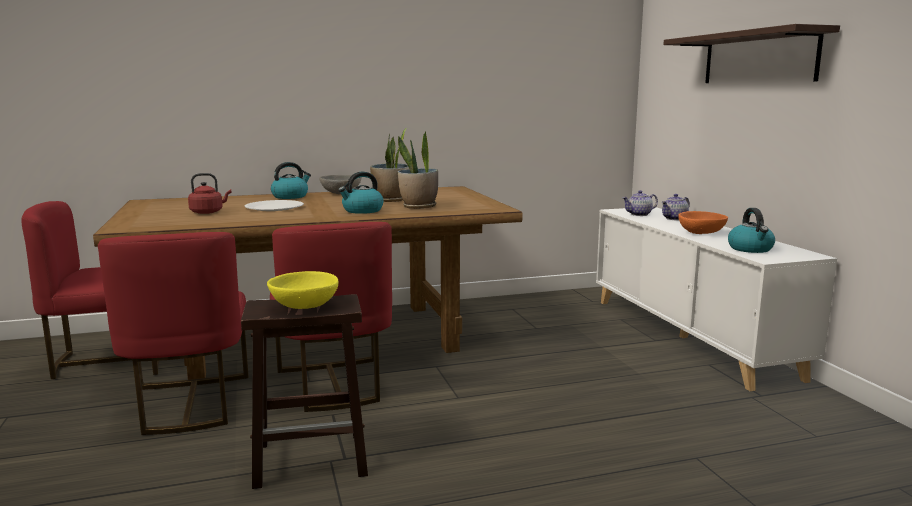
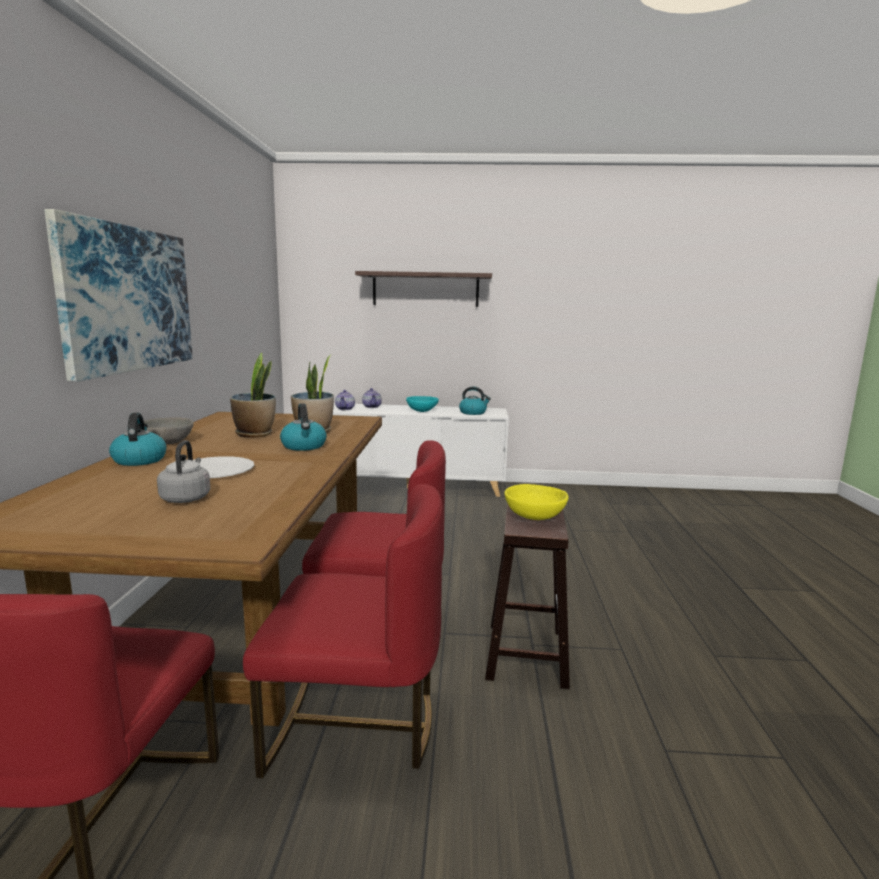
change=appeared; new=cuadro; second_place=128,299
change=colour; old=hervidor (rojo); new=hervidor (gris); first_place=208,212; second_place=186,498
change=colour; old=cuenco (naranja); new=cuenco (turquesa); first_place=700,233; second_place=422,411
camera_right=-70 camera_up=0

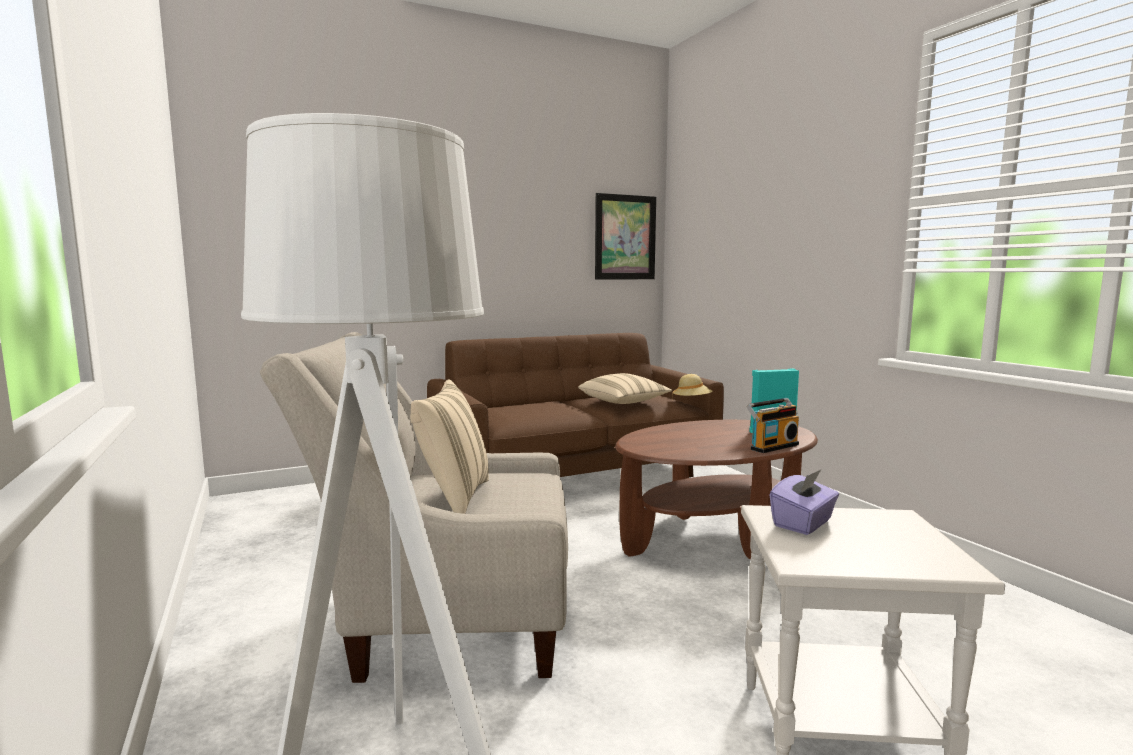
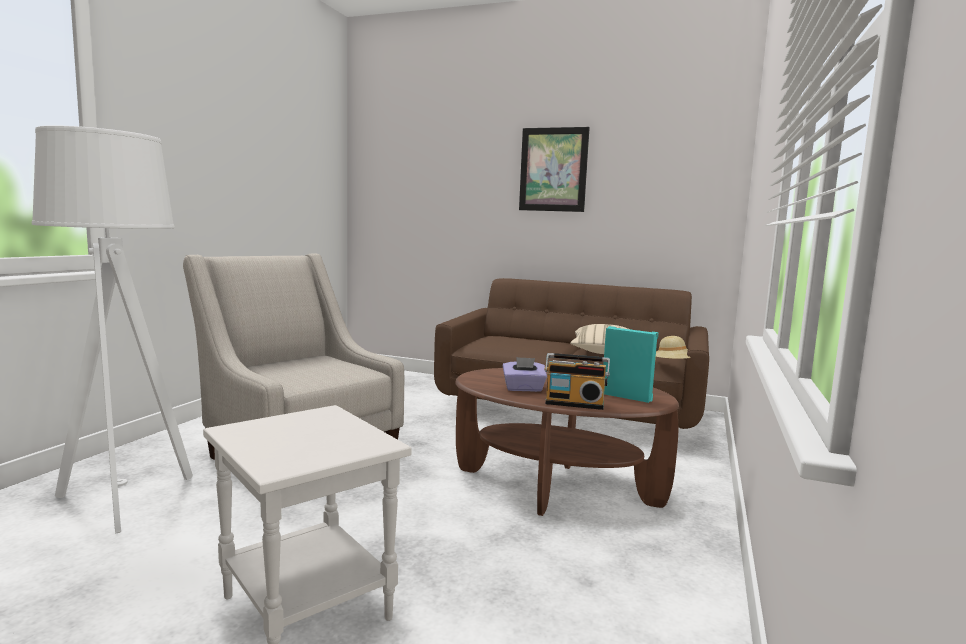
change=relocated; old=caja de pañuelos (morado); first_place=803,523; second_place=523,389
change=relocated; old=cuadro; first_place=625,237; second_place=553,169
change=missing; old=cojín (beis); first_place=453,498
camera_right=45 camera_up=0

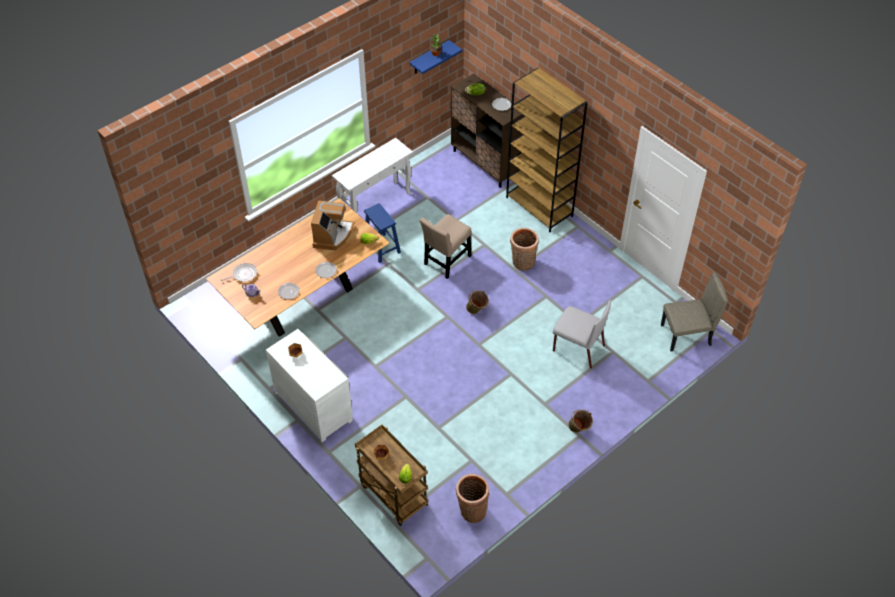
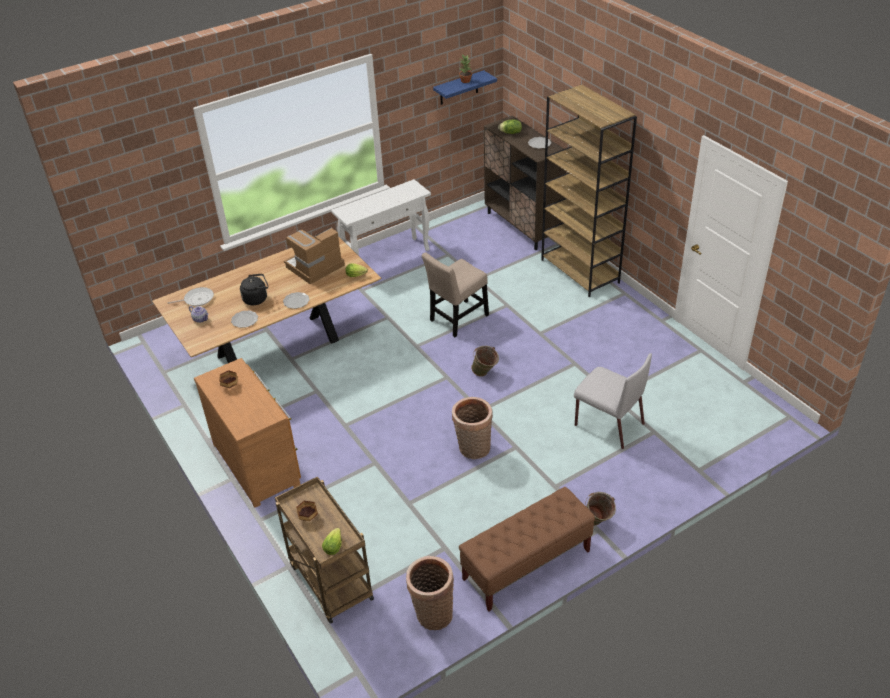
change=colour; old=cómoda (blanco); new=cómoda (marrón); first_place=314,404; second_place=258,462
change=appeared; new=hervidor (negro); second_place=257,299
change=spun; old=cafetera; first_place=332,235; second_place=314,267; degrees=-150
change=relocated; old=cesta; first_place=522,263; second_place=473,449
change=appeared; new=banco (marrón); second_place=526,565
change=missing; old=taburete (azul); first_place=382,248
change=missing; old=silla (beis); first_place=686,335
camera_right=10 camera_up=-10

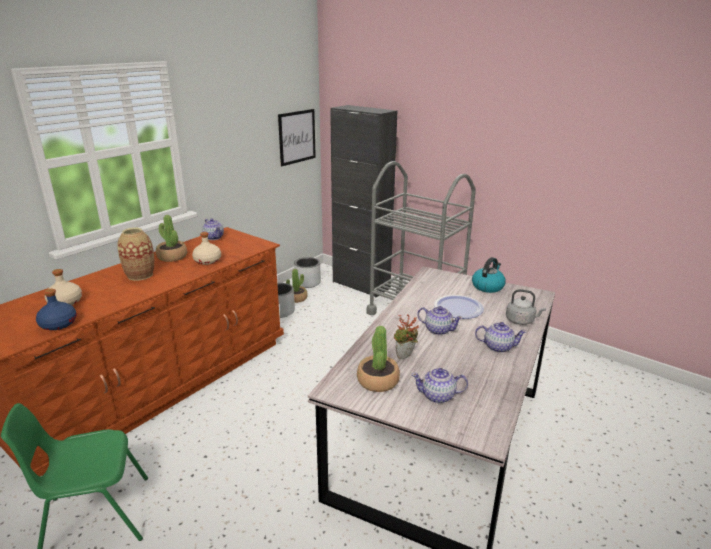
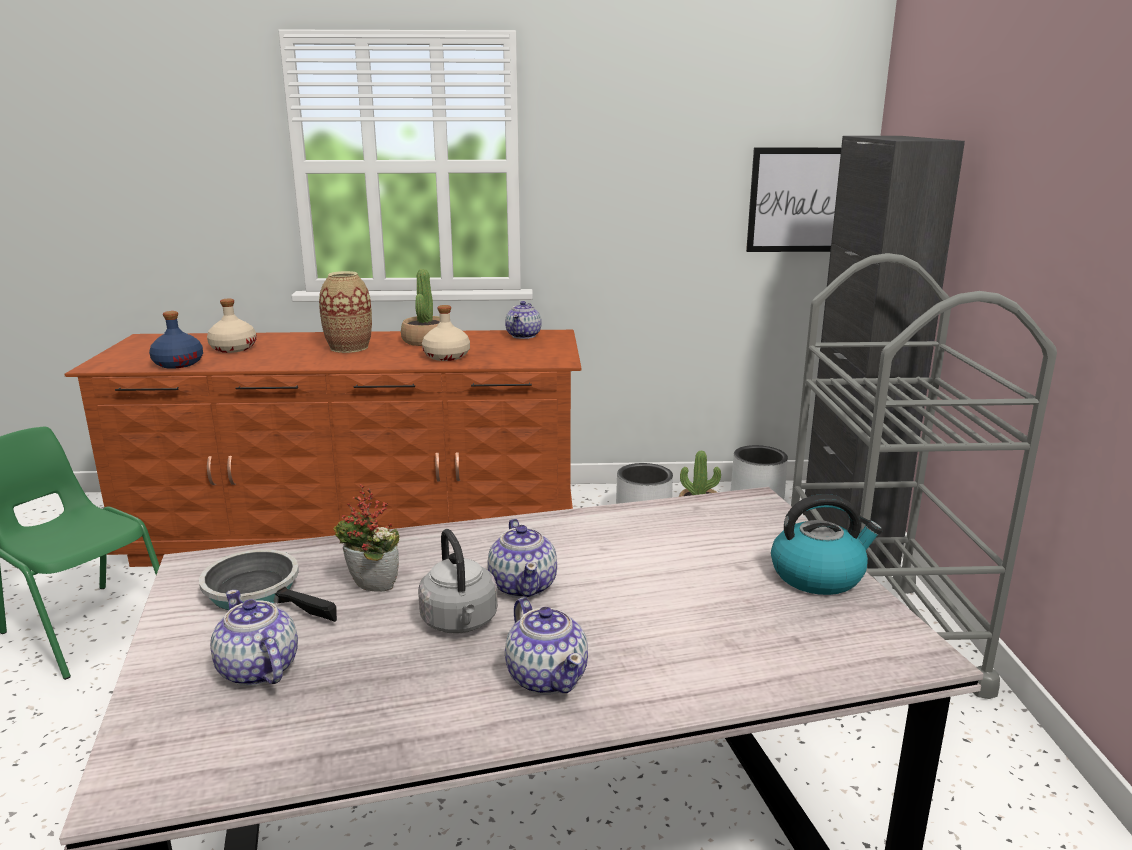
change=exchanged; old=planta en maceta; new=sartén; first_place=377,381; second_place=259,593
change=relocated; old=hervidor (gris); first_place=521,321; second_place=460,622
change=missing; old=plato; first_place=458,308
camera_right=50 camera_up=-5

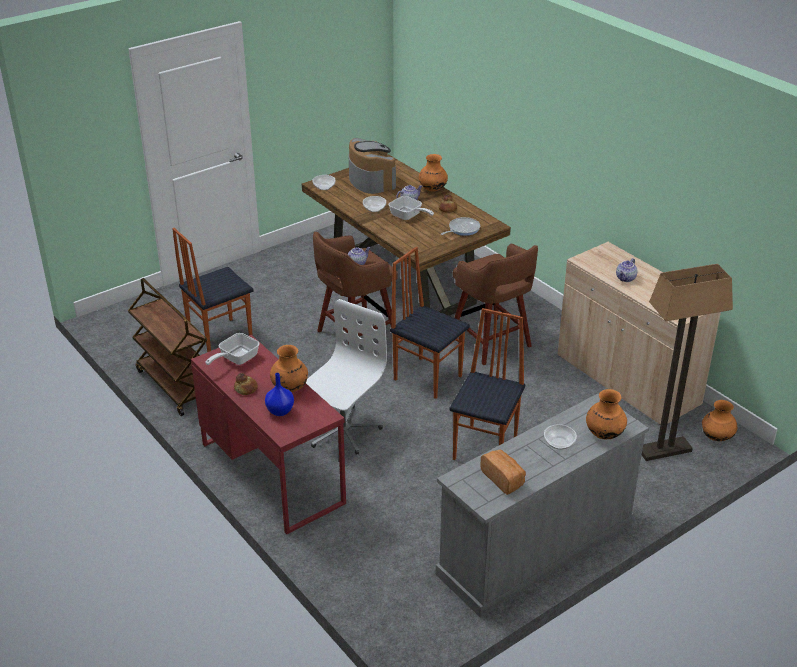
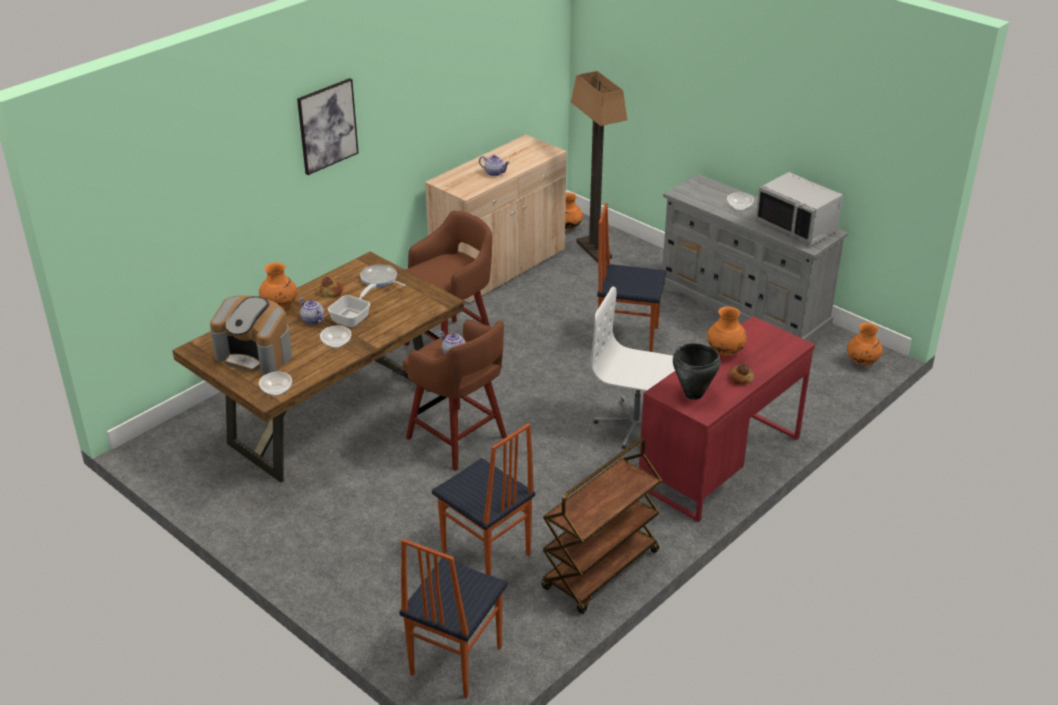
change=spun; old=cafetera; first_place=371,180; second_place=255,355; degrees=-120
change=appeared; new=cuadro; second_place=327,126
change=relocated; old=silla; first_place=428,377; second_place=454,661
change=exchanged; old=sartén; new=olla (negro); first_place=235,359; second_place=693,394
change=exchanged; old=pan; new=microondas (gris); first_place=503,479; second_place=797,227
change=relocated; old=florero (naranja); first_place=604,434; second_place=862,362
change=missing; old=florero (azul); first_place=280,411
camera_right=-100 camera_up=0

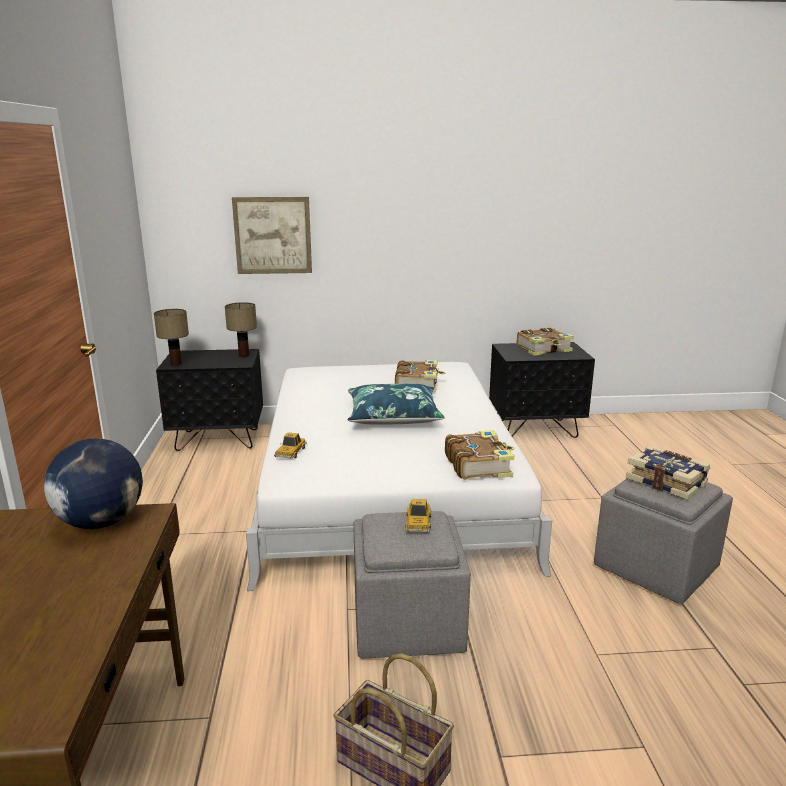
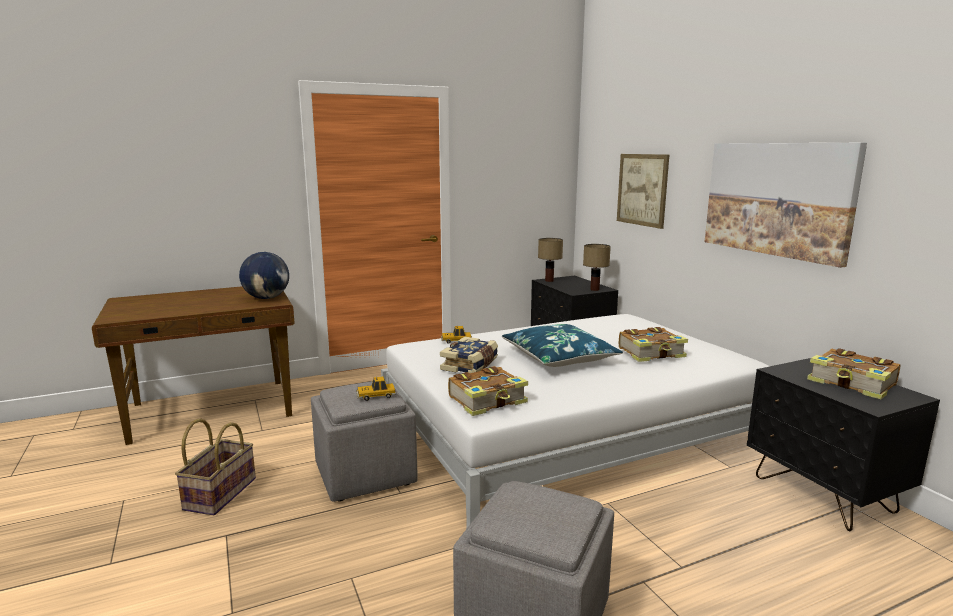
change=relocated; old=libro; first_place=666,482; second_place=470,365
change=appeared; new=cuadro; second_place=777,199
camera_right=70 camera_up=-5

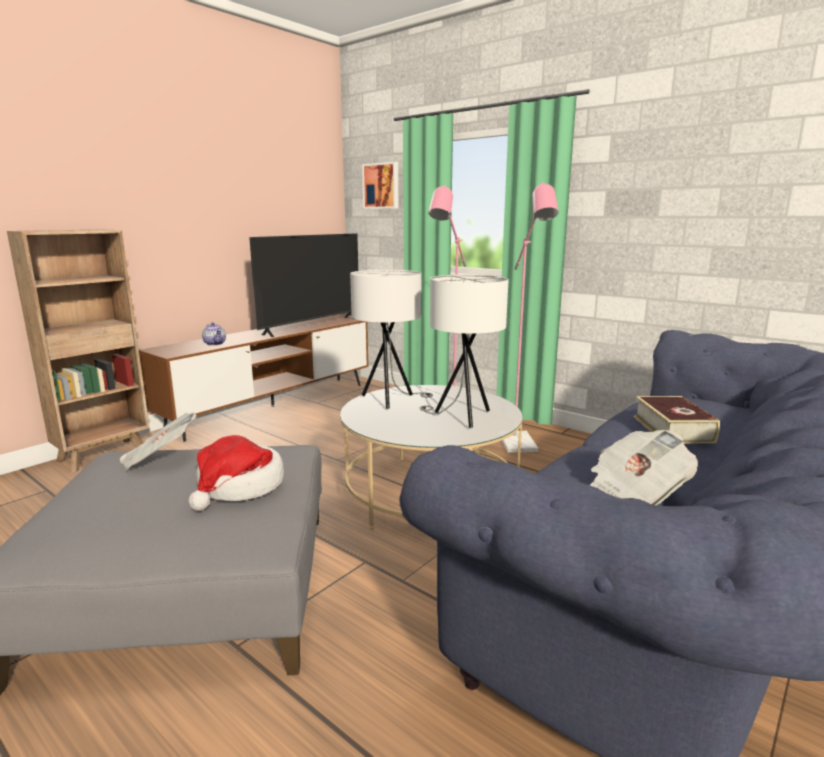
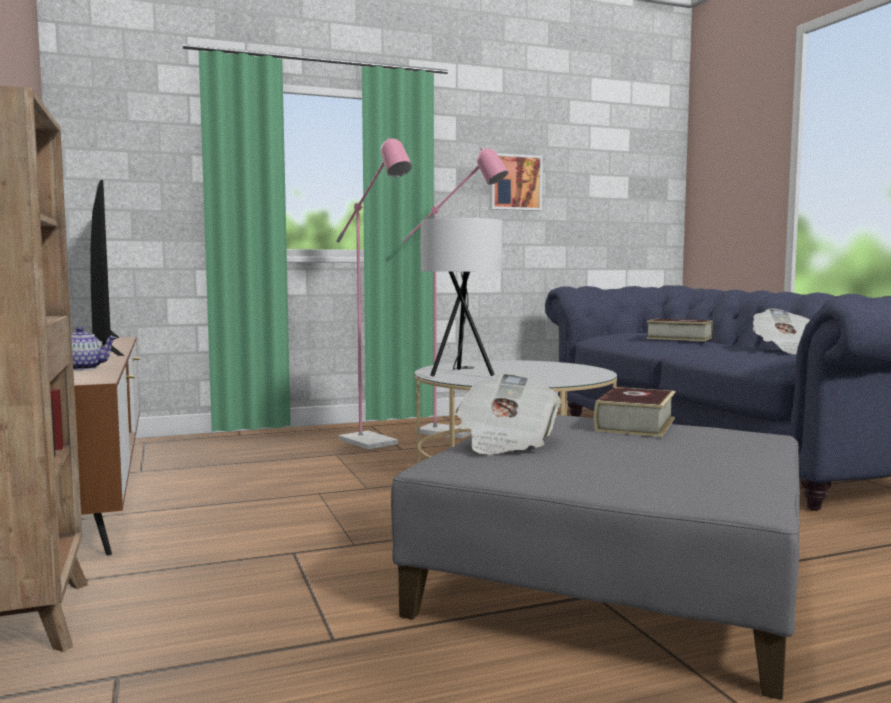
change=relocated; old=cuadro; first_place=381,186; second_place=514,182
change=exchanged; old=sombrero; new=libro; first_place=239,487; second_place=635,424
change=missing; old=lámpara de mesa (blanco); first_place=461,417
camera_right=-60 camera_up=-10

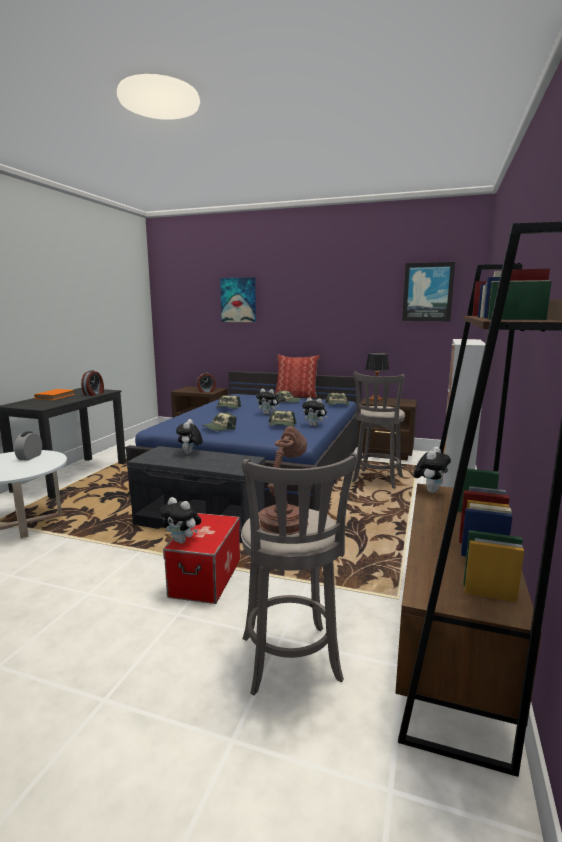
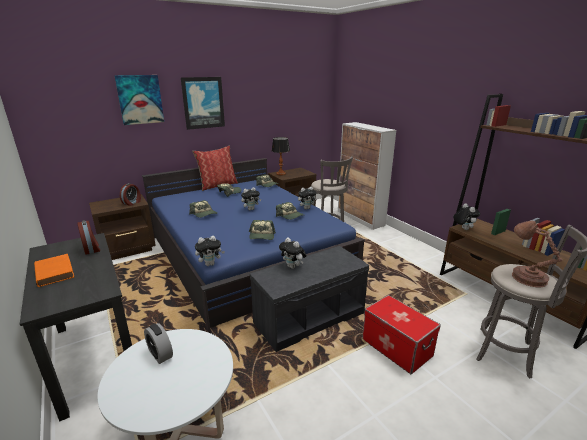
change=relocated; old=cuadro; first_place=428,292; second_place=203,103
change=relocated; old=peluche; first_place=182,541; second_place=210,264
camera_right=-50 camera_up=10

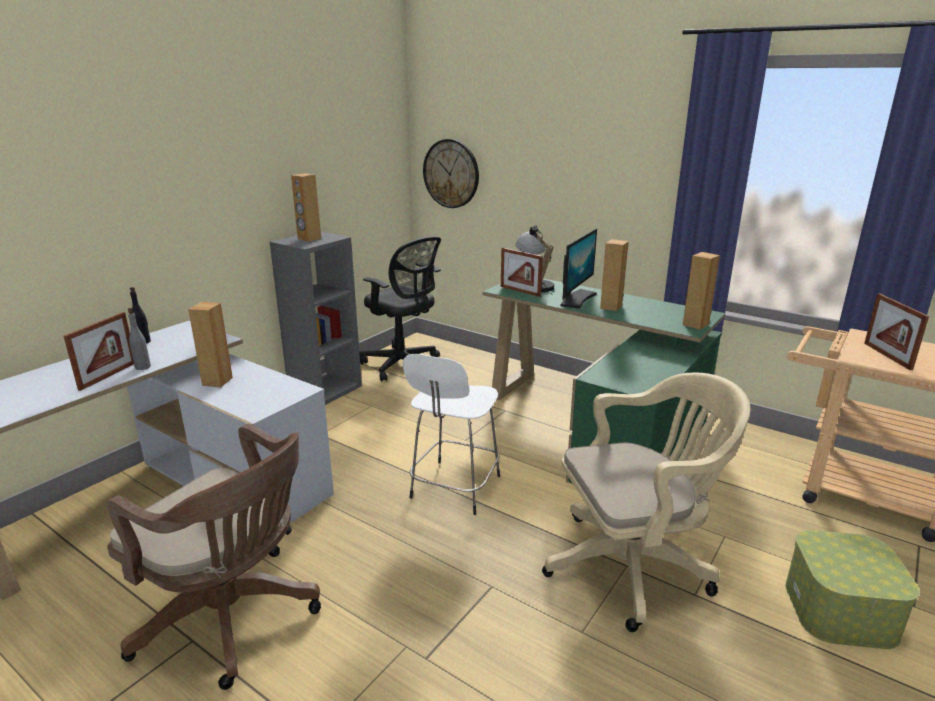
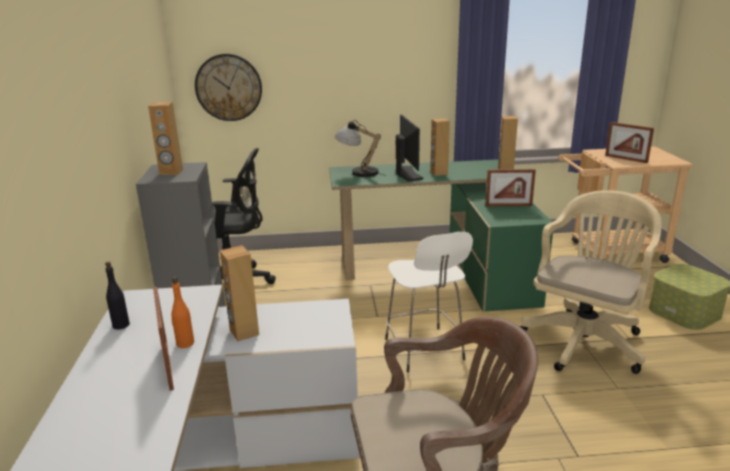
change=colour; old=botella (gris); new=botella (naranja); first_place=142,367; second_place=185,343
change=relocated; old=portarretratos; first_place=520,291; second_place=508,205
camera_right=-40 camera_up=0

